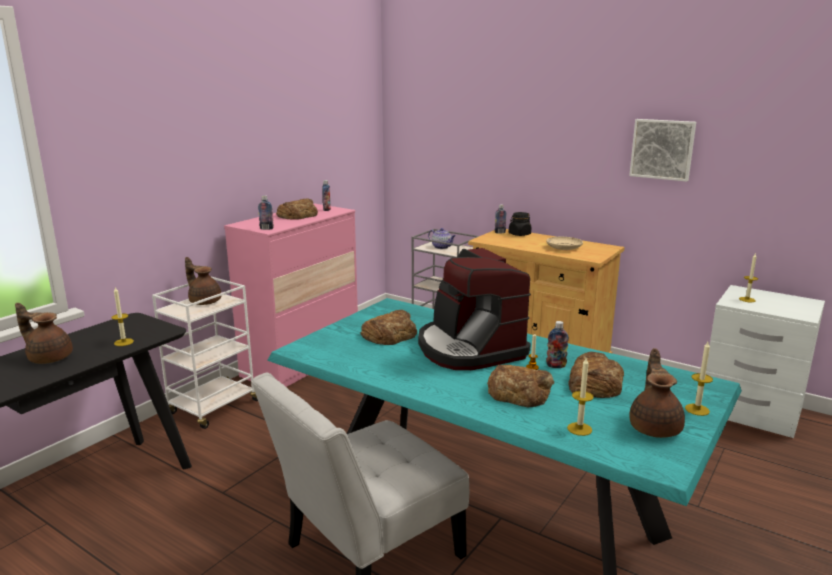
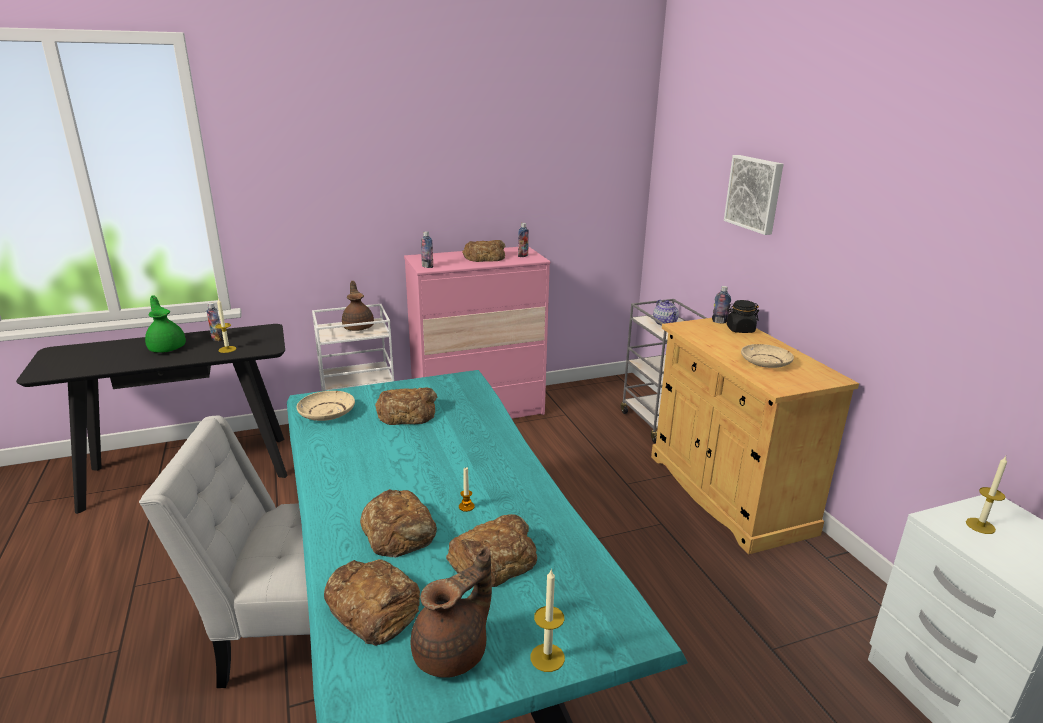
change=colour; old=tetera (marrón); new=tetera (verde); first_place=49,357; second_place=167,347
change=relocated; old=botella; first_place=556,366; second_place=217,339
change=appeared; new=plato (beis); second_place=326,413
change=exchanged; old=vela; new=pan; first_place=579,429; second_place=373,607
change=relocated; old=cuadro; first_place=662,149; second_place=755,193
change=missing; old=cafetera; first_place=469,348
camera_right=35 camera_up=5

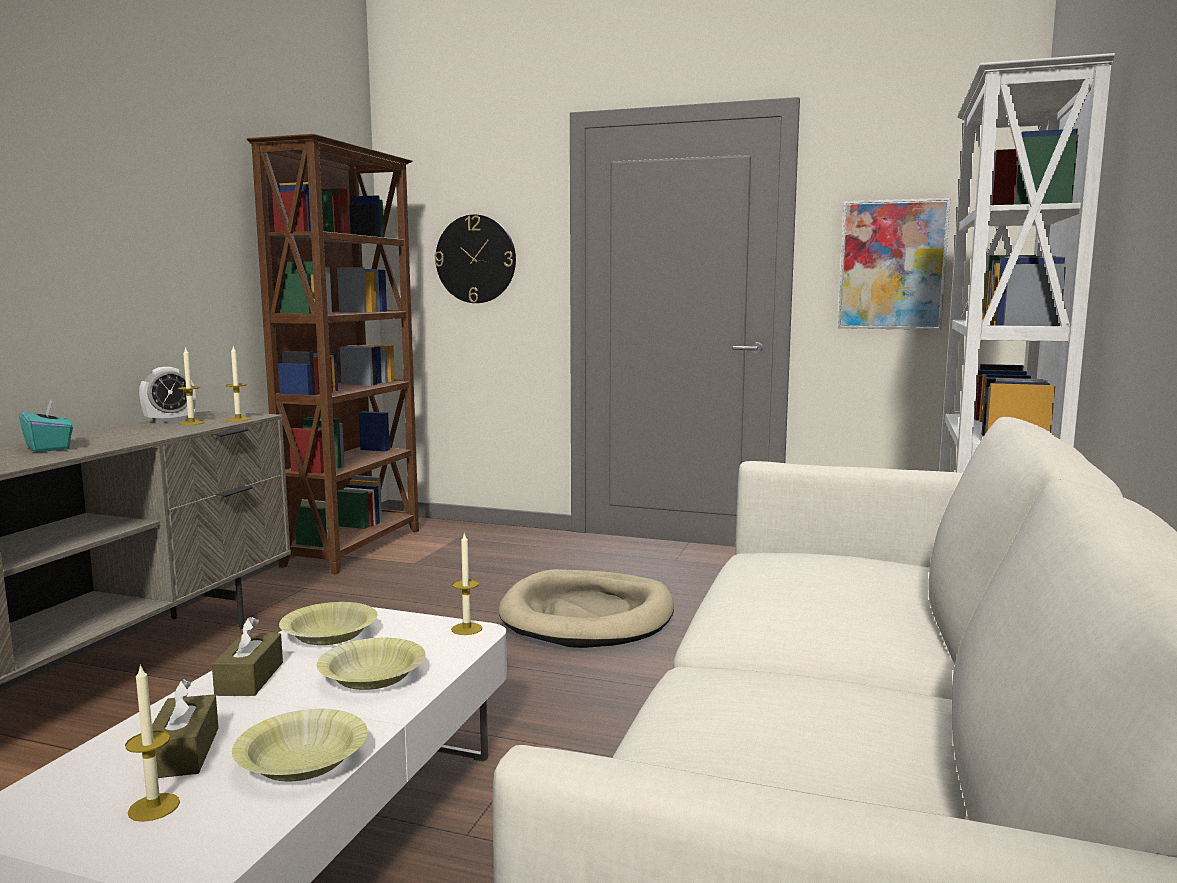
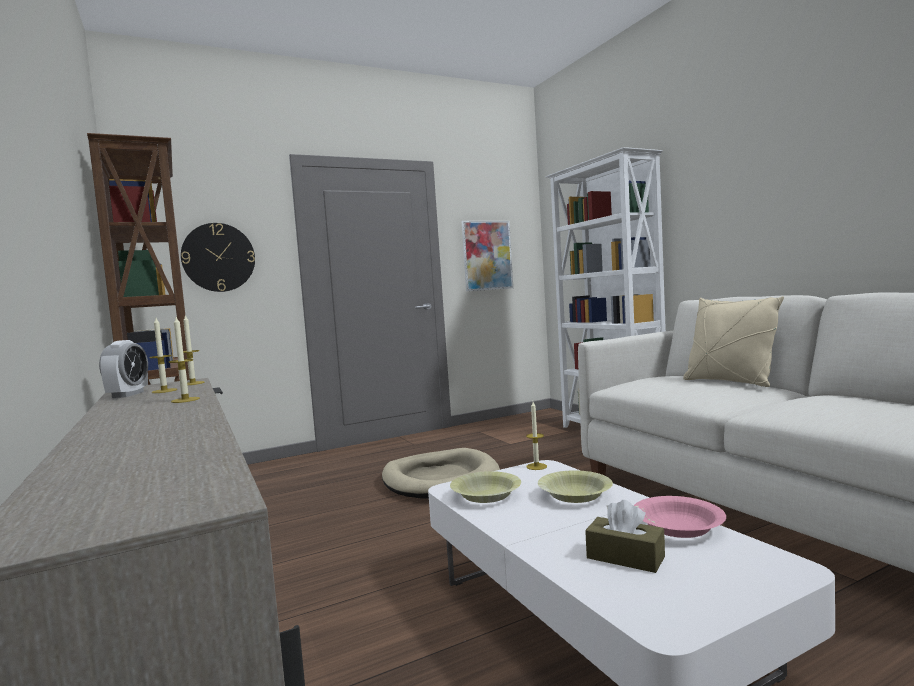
change=relocated; old=vela; first_place=154,807; second_place=185,400
change=colour; old=cuenco (amarillo); new=cuenco (rosa); first_place=303,762; second_place=678,527
change=appeared; new=cojín (beis); second_place=729,382
change=missing; old=caja de pañuelos (turquesa); first_place=49,448
change=missing; old=caja de pañuelos (marrón); first_place=250,678
camera_right=-45 camera_up=-5

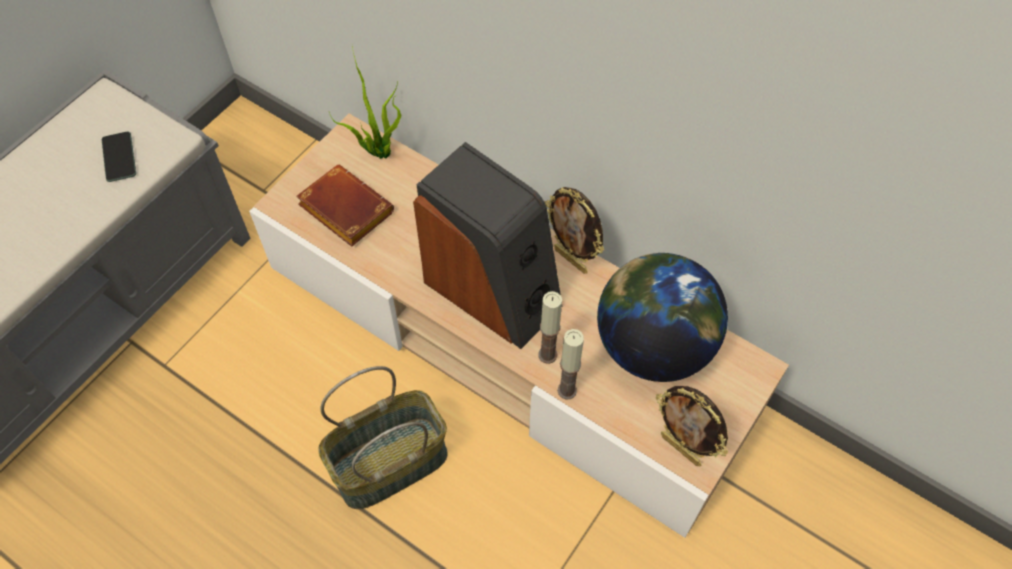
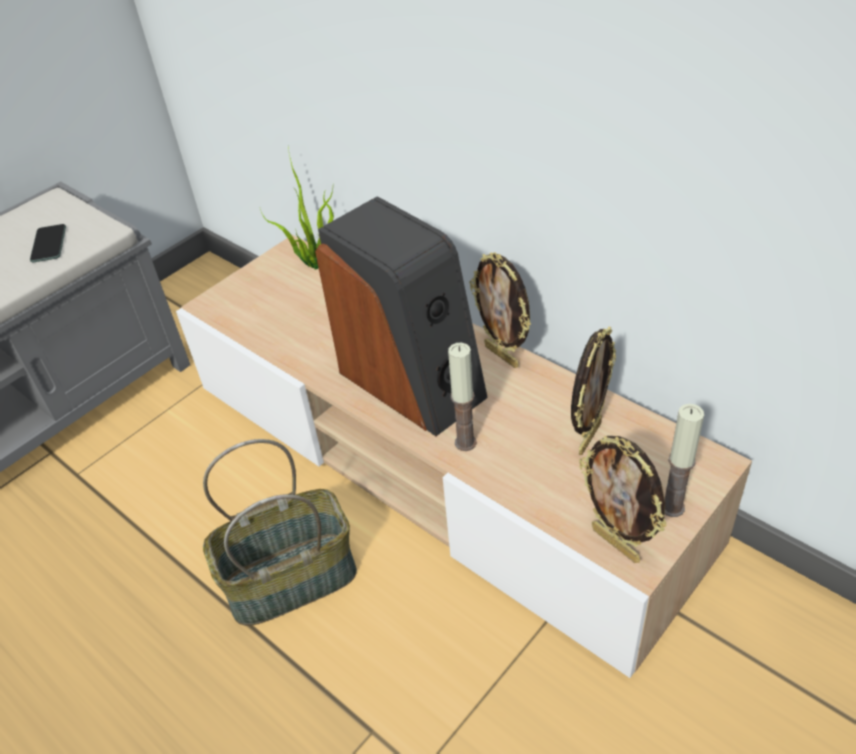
change=exchanged; old=globo terráqueo; new=portarretratos; first_place=653,345; second_place=588,437
change=relocated; old=vela; first_place=567,390; second_place=672,507
change=missing; old=libro (marrón); first_place=343,210
camera_right=10 camera_up=-15

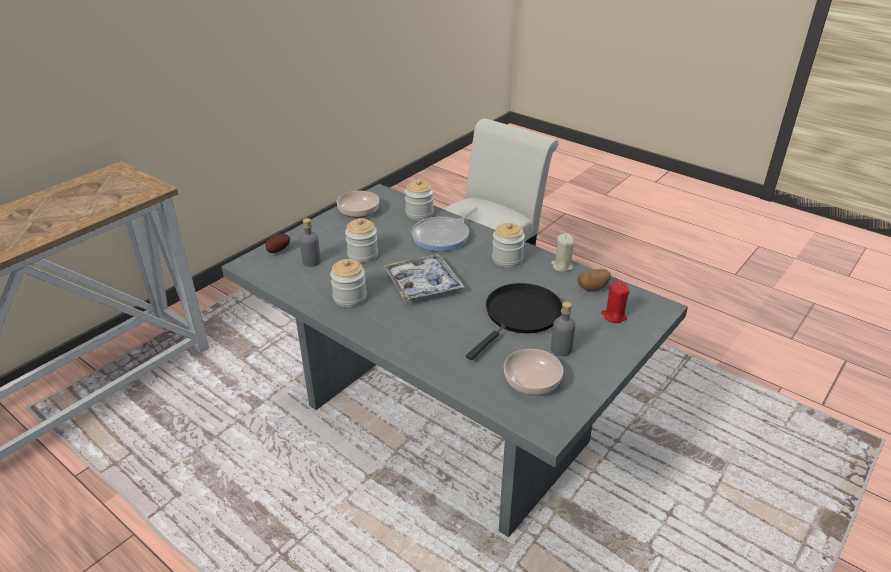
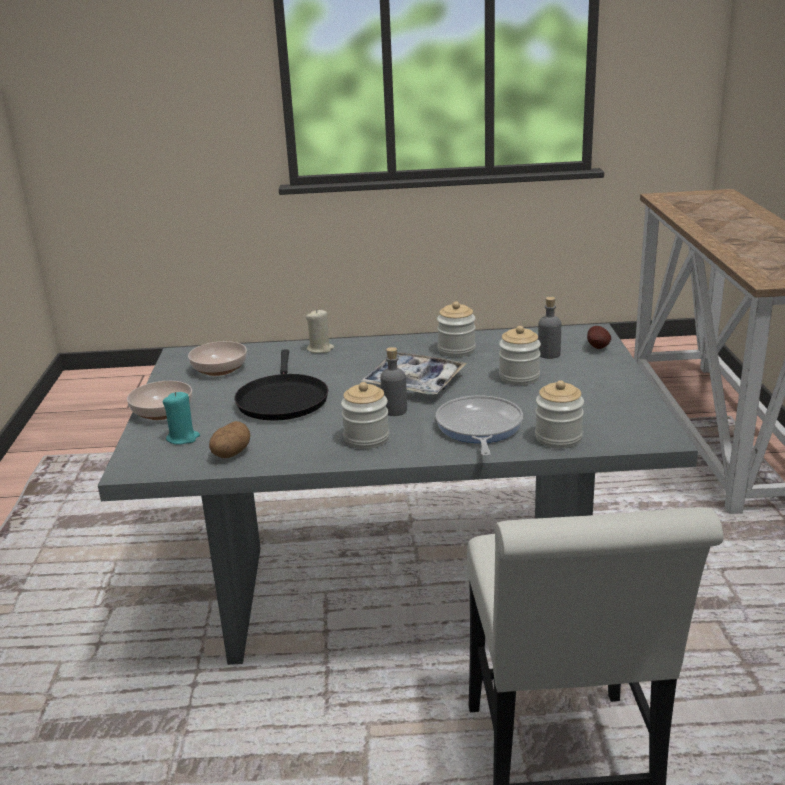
change=relocated; old=cuenco; first_place=359,212; second_place=161,411
change=colour; old=vela (rojo); new=vela (turquesa); first_place=613,316; second_place=183,438
change=relocated; old=vela (beis); first_place=562,266; second_place=320,349
change=relocated; old=botella (gris); first_place=561,349; second_place=394,410
camera_right=140 camera_up=-10

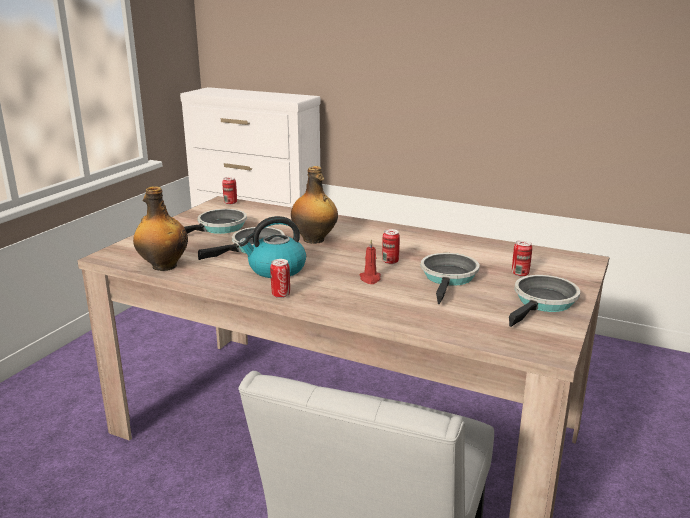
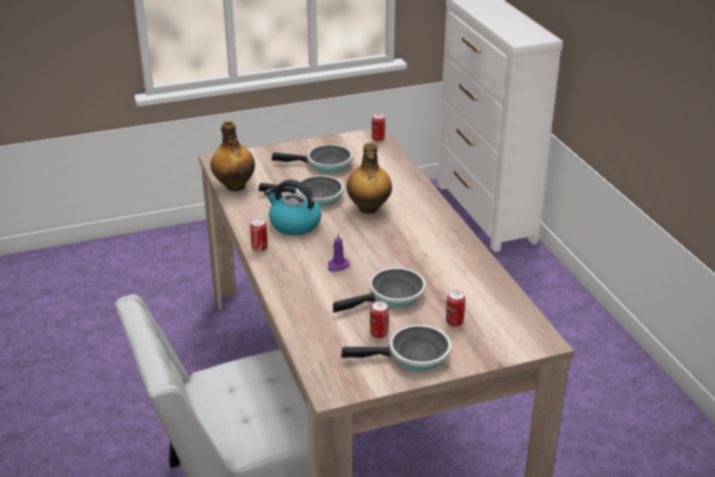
change=colour; old=vela (rojo); new=vela (morado); first_place=370,279; second_place=337,266
change=relocated; old=lata; first_place=390,261; second_place=379,334
camera_right=45 camera_up=10

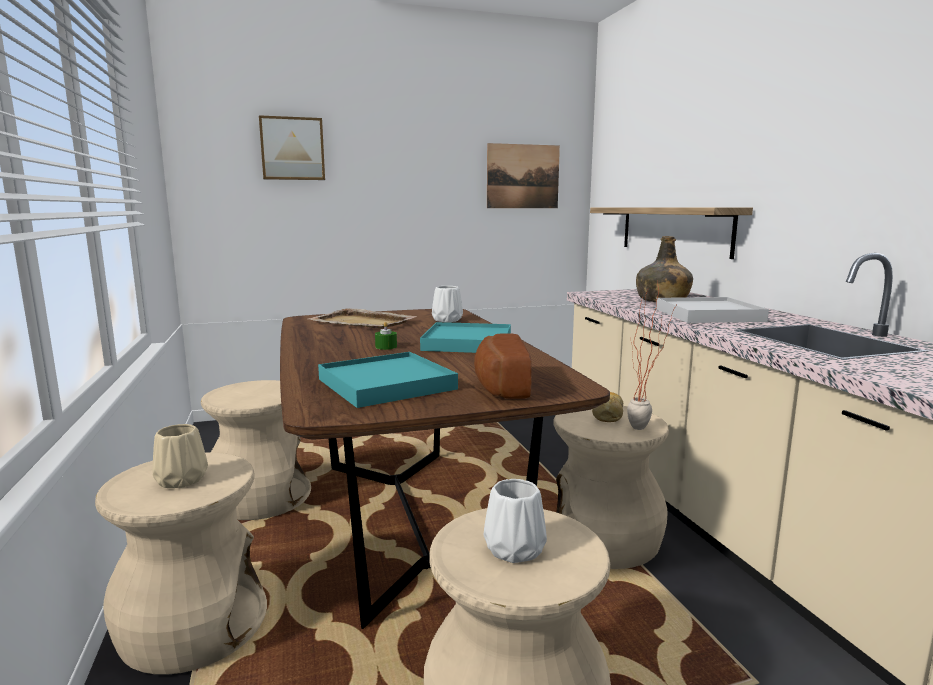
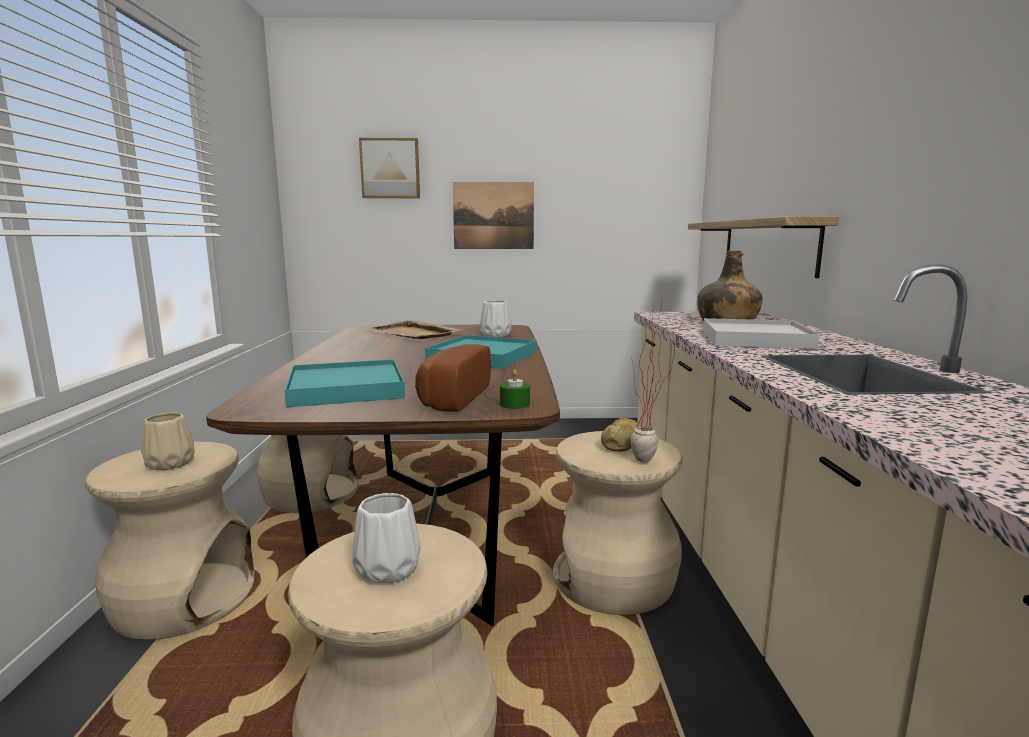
change=relocated; old=cuadro; first_place=523,176; second_place=493,216
change=relocated; old=vela (verde); first_place=386,347; second_place=515,404
camera_right=15 camera_up=0

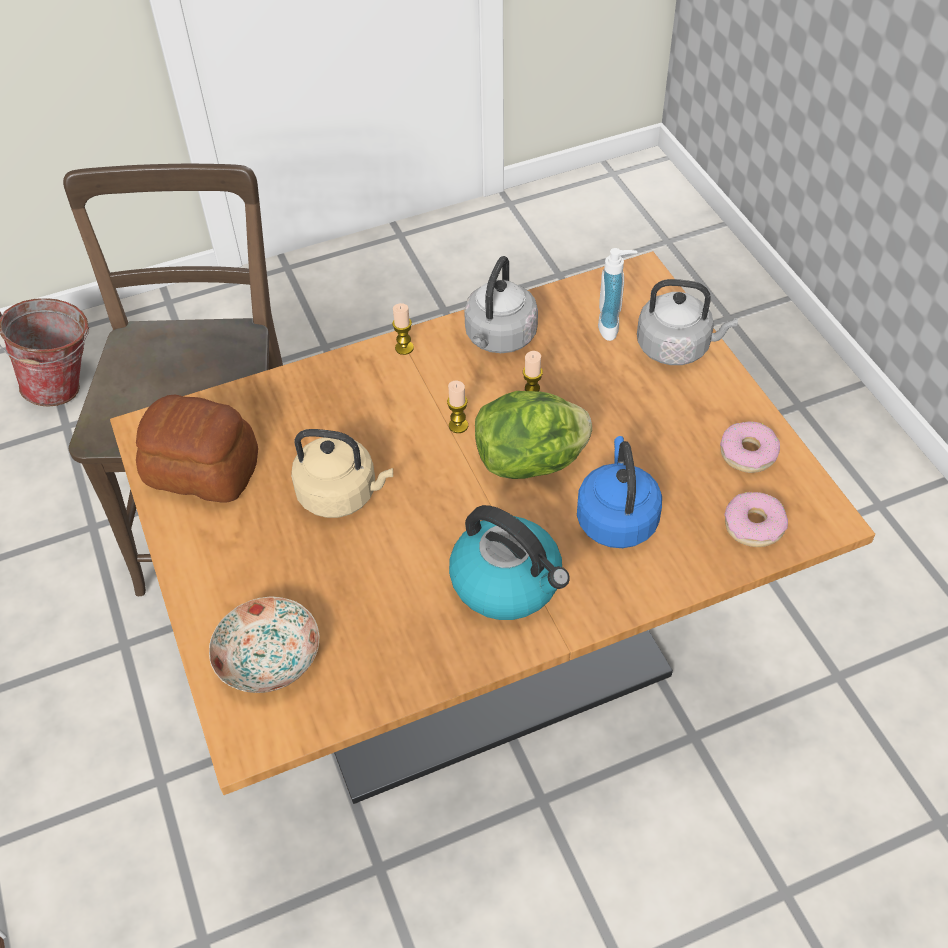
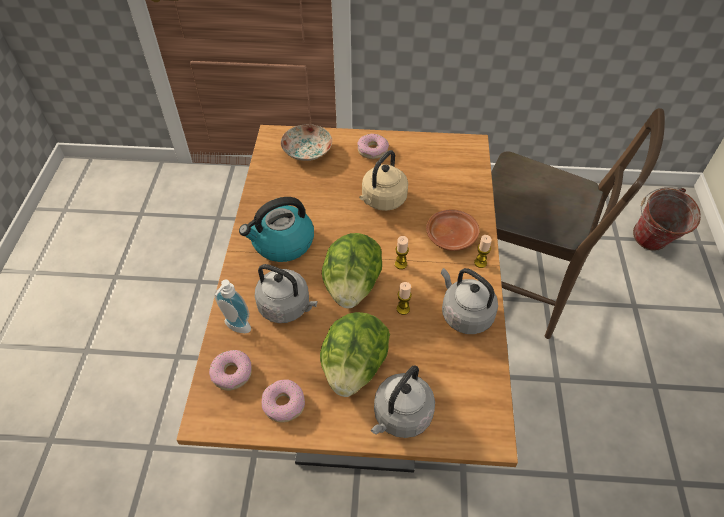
change=relocated; old=dispensador de jabón; first_place=613,326; second_place=236,328
change=colour; old=hervidor (azul); new=hervidor (gris); first_place=616,518; second_place=287,307
change=appeared; new=lechuga; second_place=354,367
change=appeared; new=rosquilla; second_place=372,150
change=appeared; new=plato (marrón); second_place=451,235
change=missing; old=pan; first_place=202,469
camera_right=115 camera_up=0

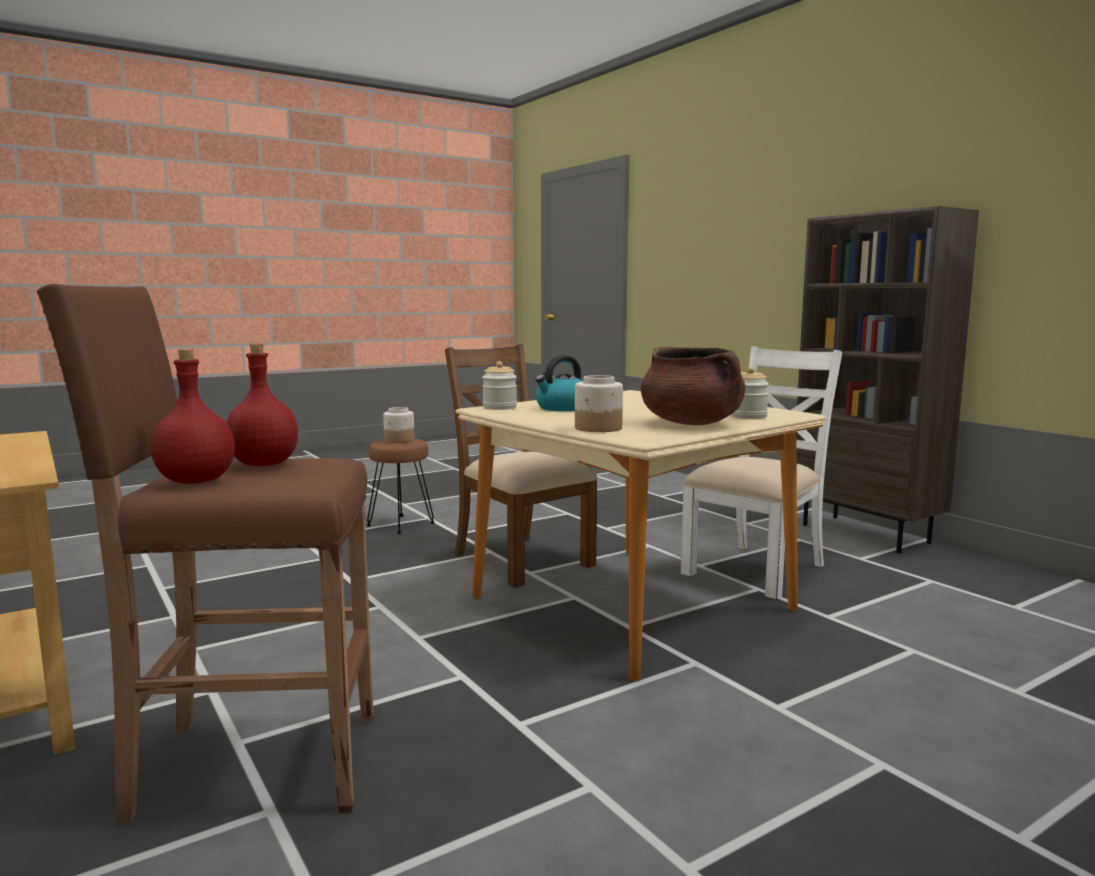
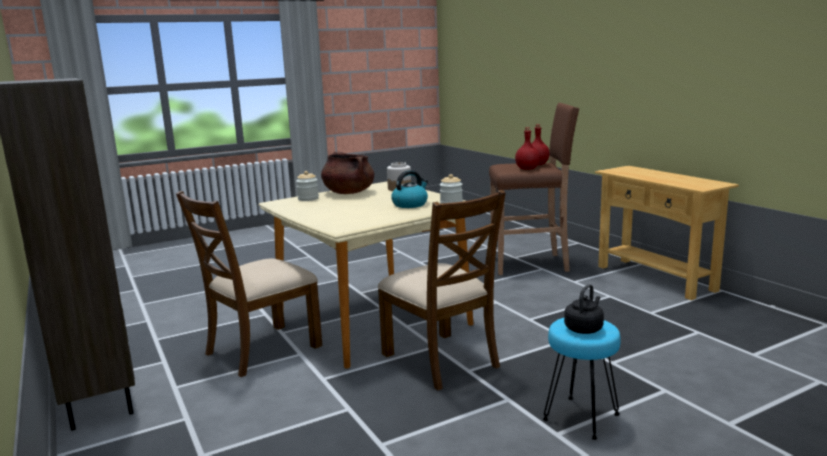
change=colour; old=silla (blanco); new=silla (marrón); first_place=756,569; second_place=261,349
change=colour; old=taburete (marrón); new=taburete (turquesa); first_place=401,524; second_place=580,418
change=exchanged; old=tarro; new=hervidor (negro); first_place=399,440; second_place=584,328
camera_right=-175 camera_up=5

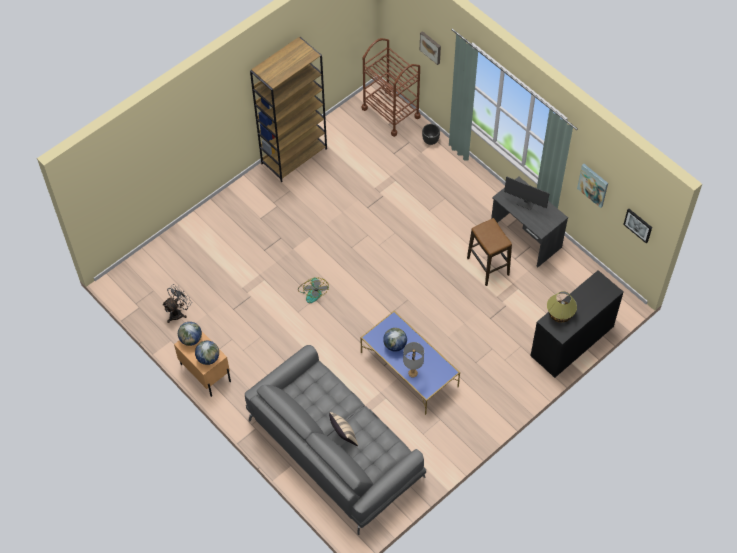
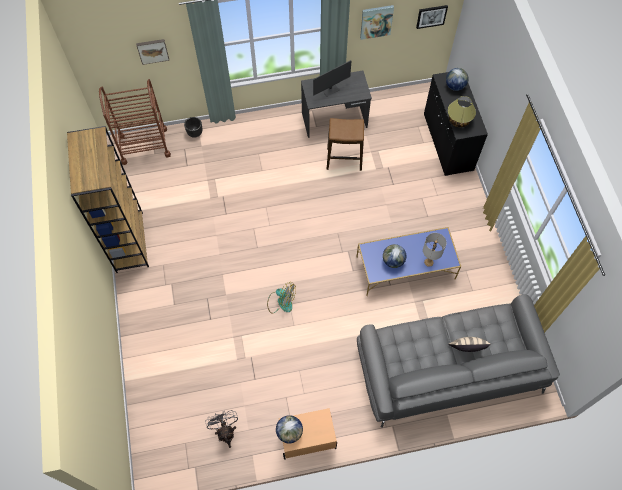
change=relocated; old=globo terráqueo; first_place=208,358; second_place=455,86
camera_right=-60 camera_up=5

